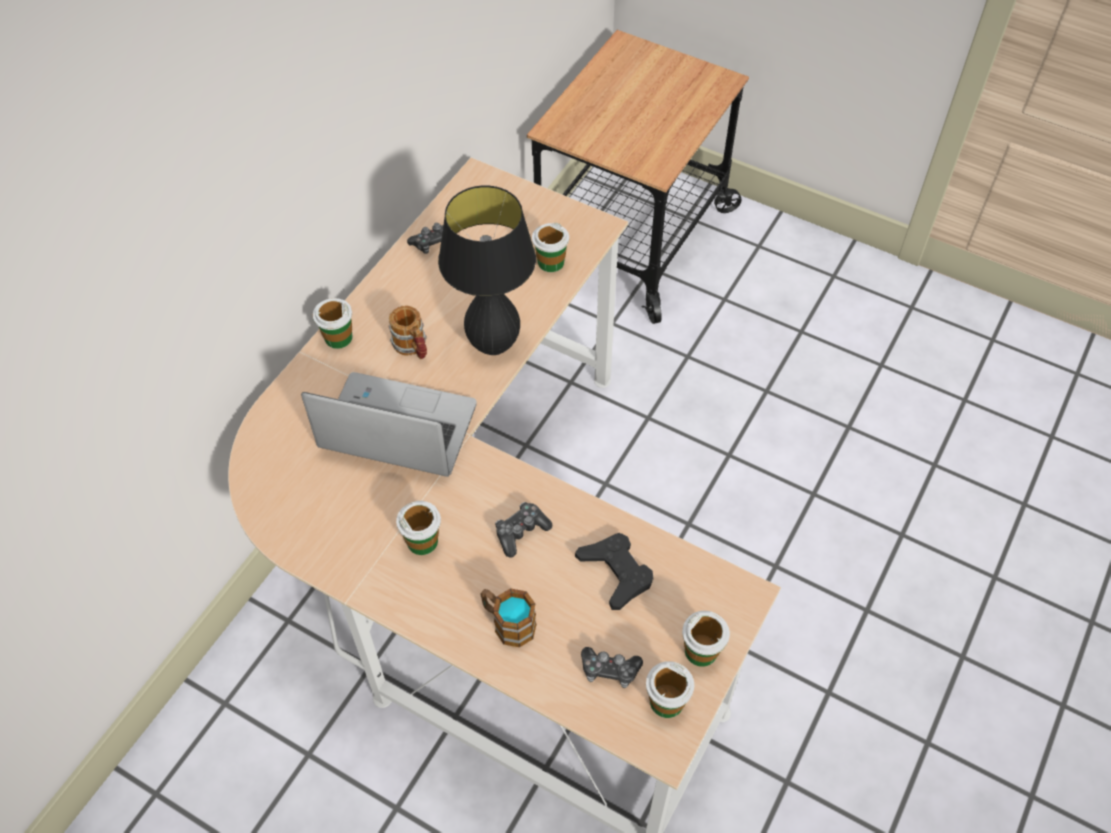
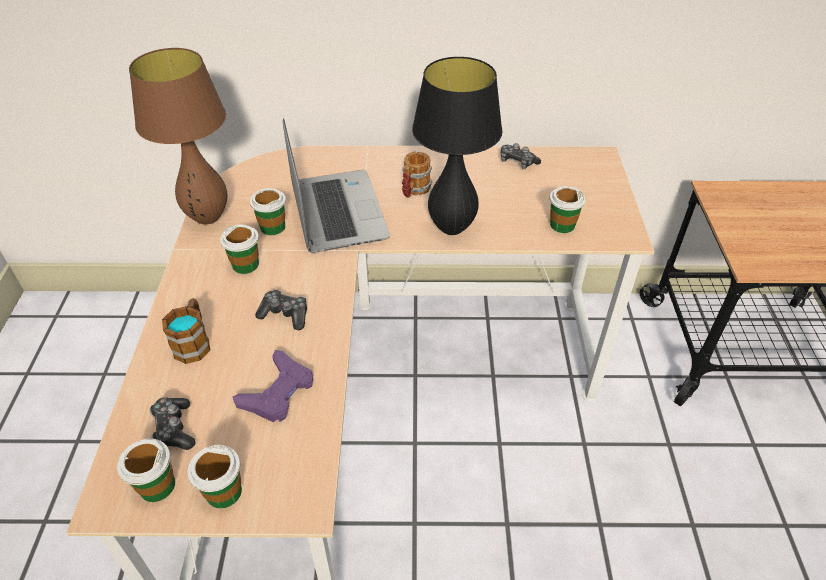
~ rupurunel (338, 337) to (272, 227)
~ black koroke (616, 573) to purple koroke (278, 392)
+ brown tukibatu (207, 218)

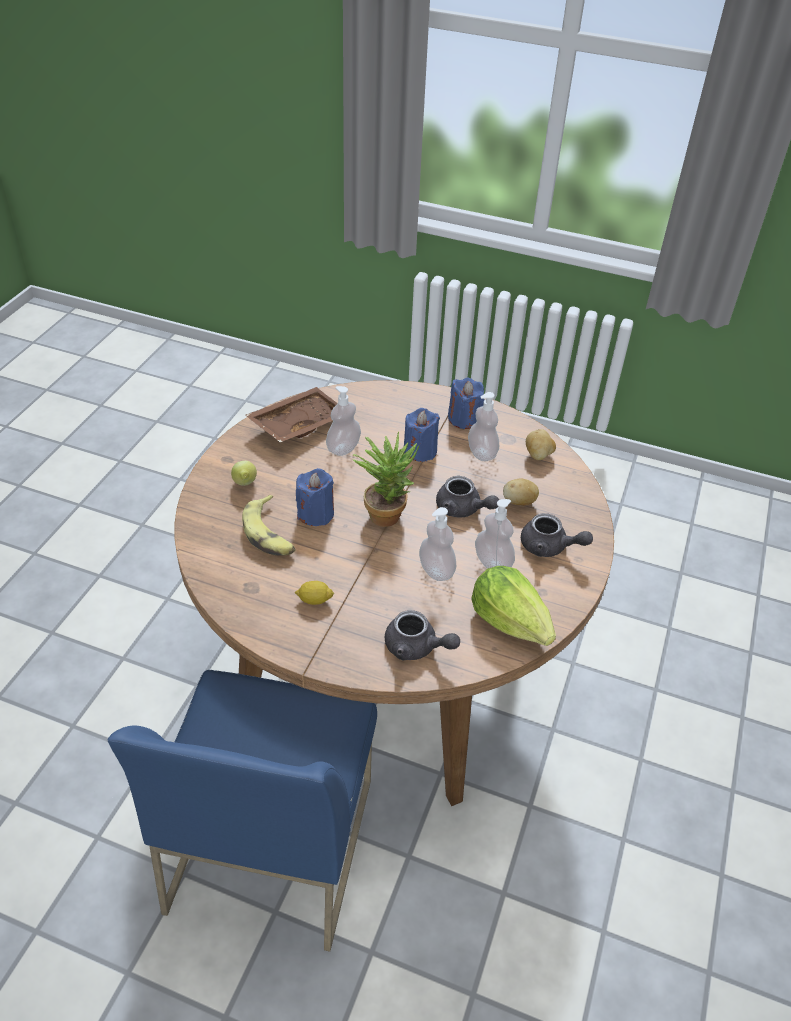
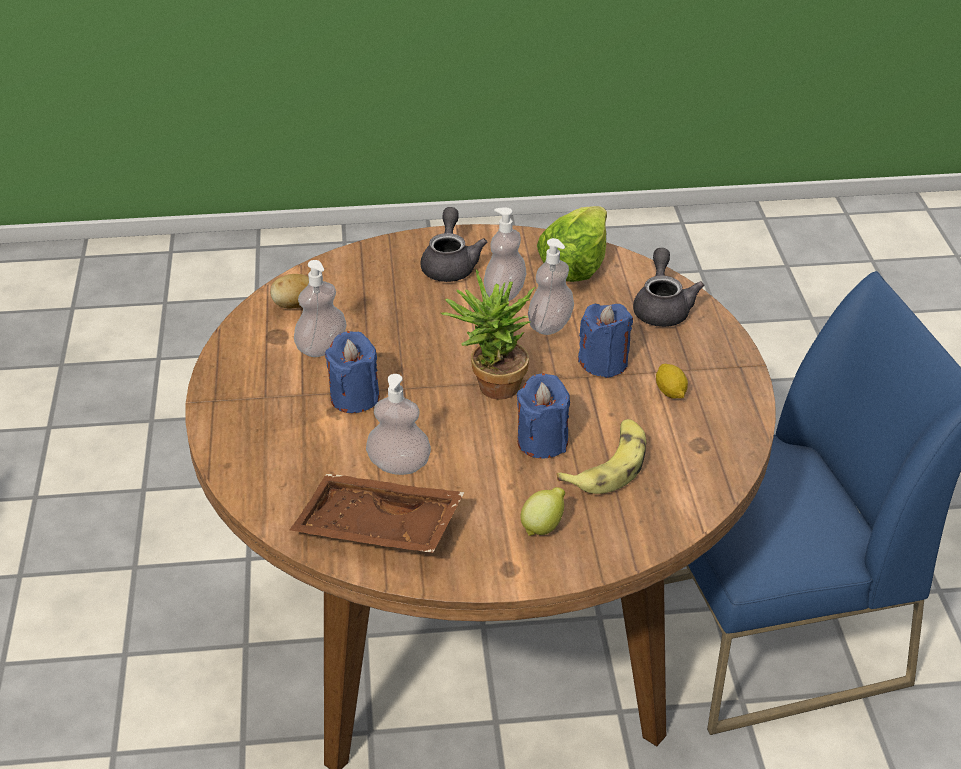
- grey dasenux (462, 509)
~ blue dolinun (464, 419) to (604, 363)
- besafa (519, 502)

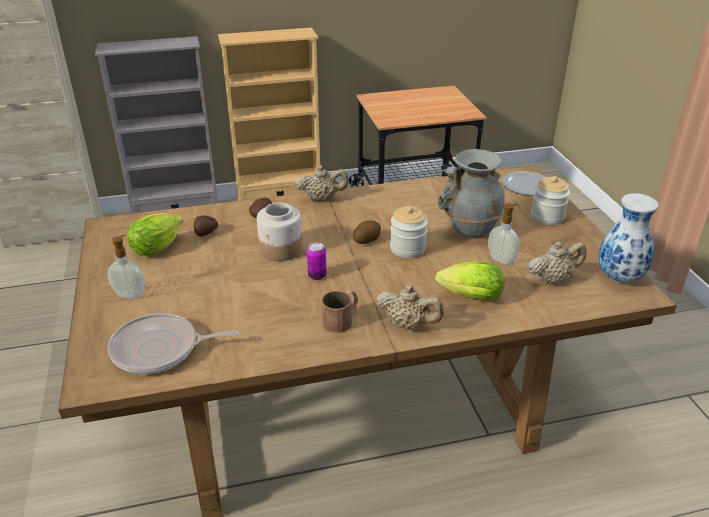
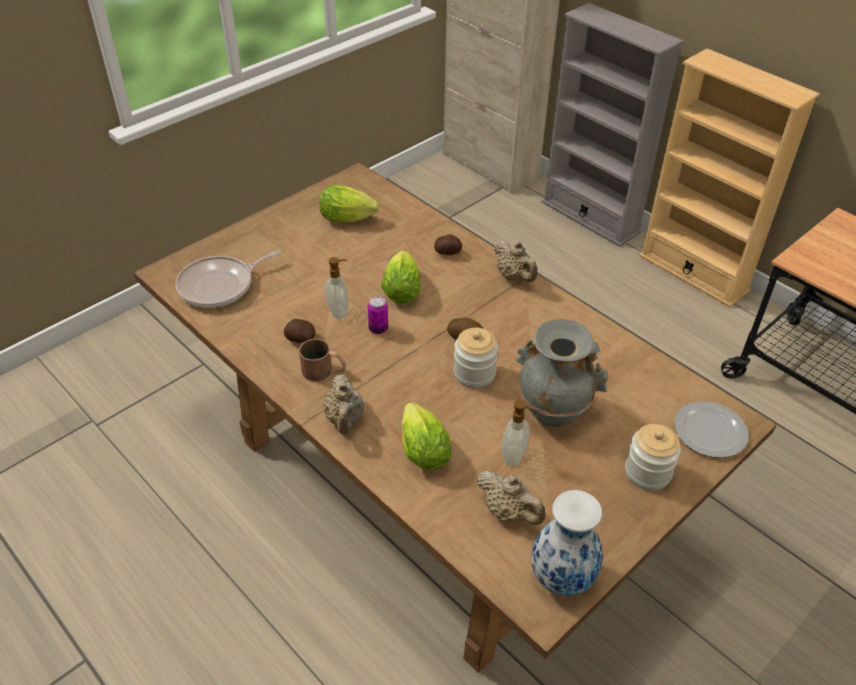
~ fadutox (130, 294) to (339, 311)
~ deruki (160, 349) = (220, 286) 90 degrees counterclockwise
~ besafa (205, 233) to (300, 339)
~ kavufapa (281, 249) to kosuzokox (402, 289)

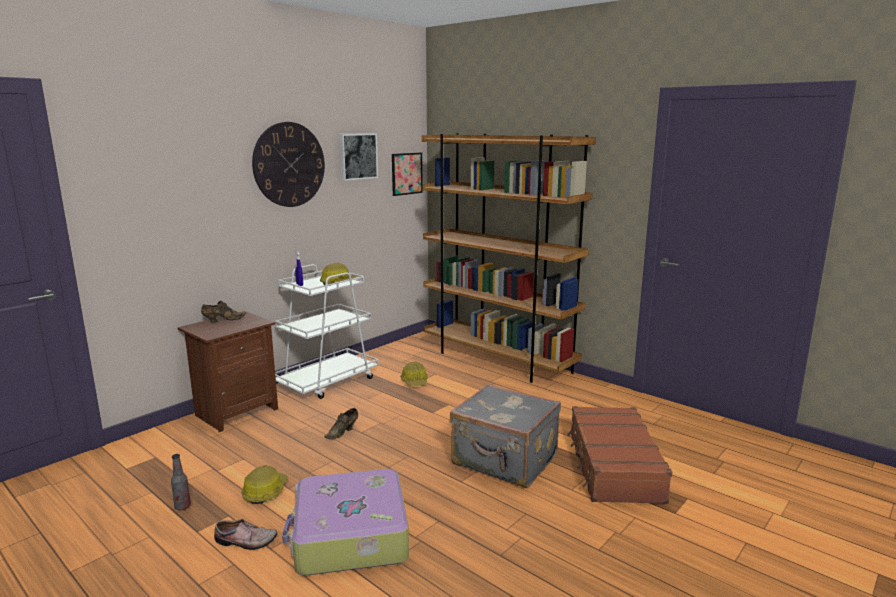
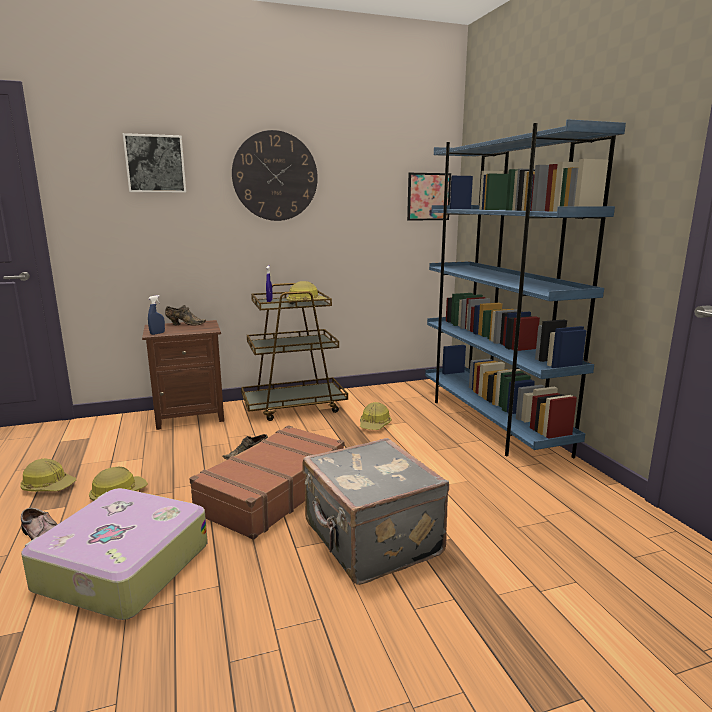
~ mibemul (182, 507) to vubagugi (48, 486)
~ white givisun (328, 381) to brown givisun (294, 406)
~ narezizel (357, 156) to (155, 164)
~ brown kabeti (498, 360) to blue kabeti (491, 422)
~ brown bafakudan (613, 466) to (272, 492)
+ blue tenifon (157, 333)

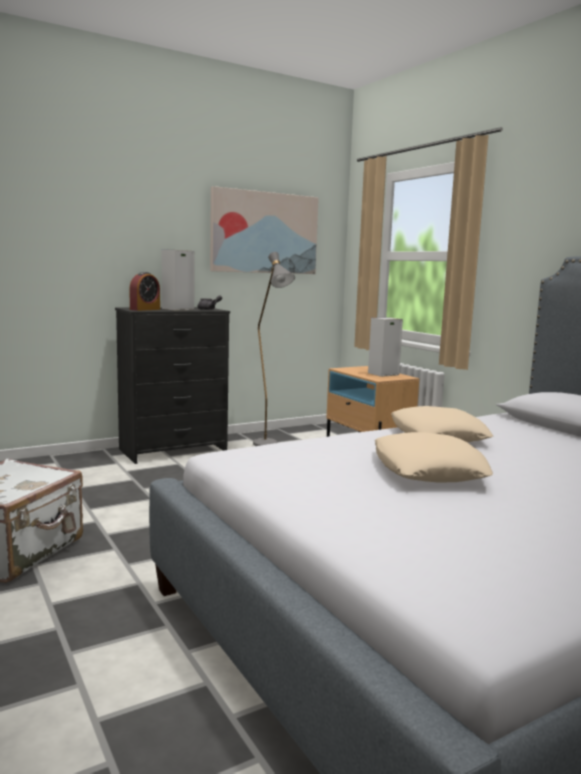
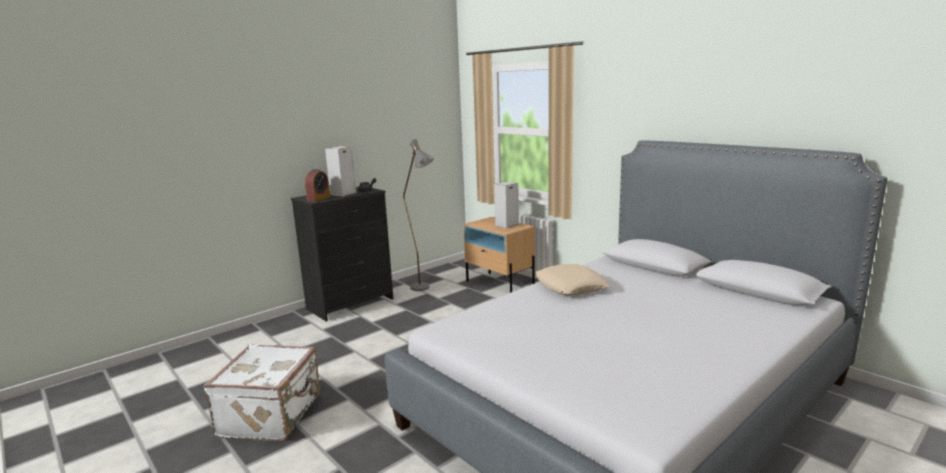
- narezizel (264, 233)
- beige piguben (427, 469)

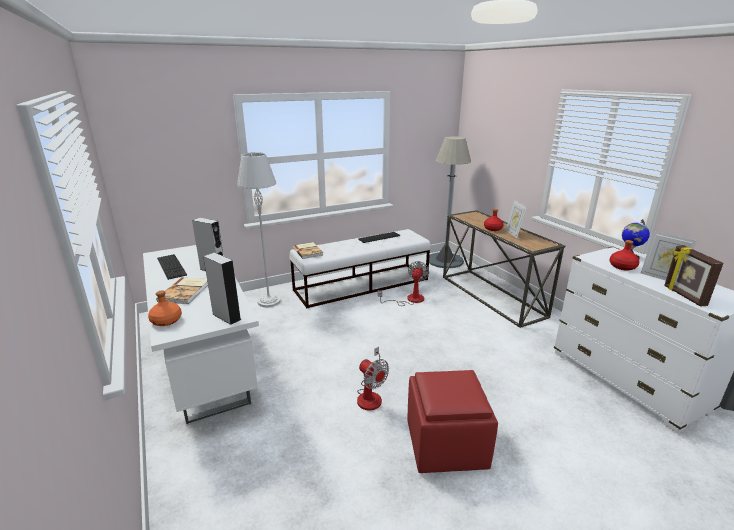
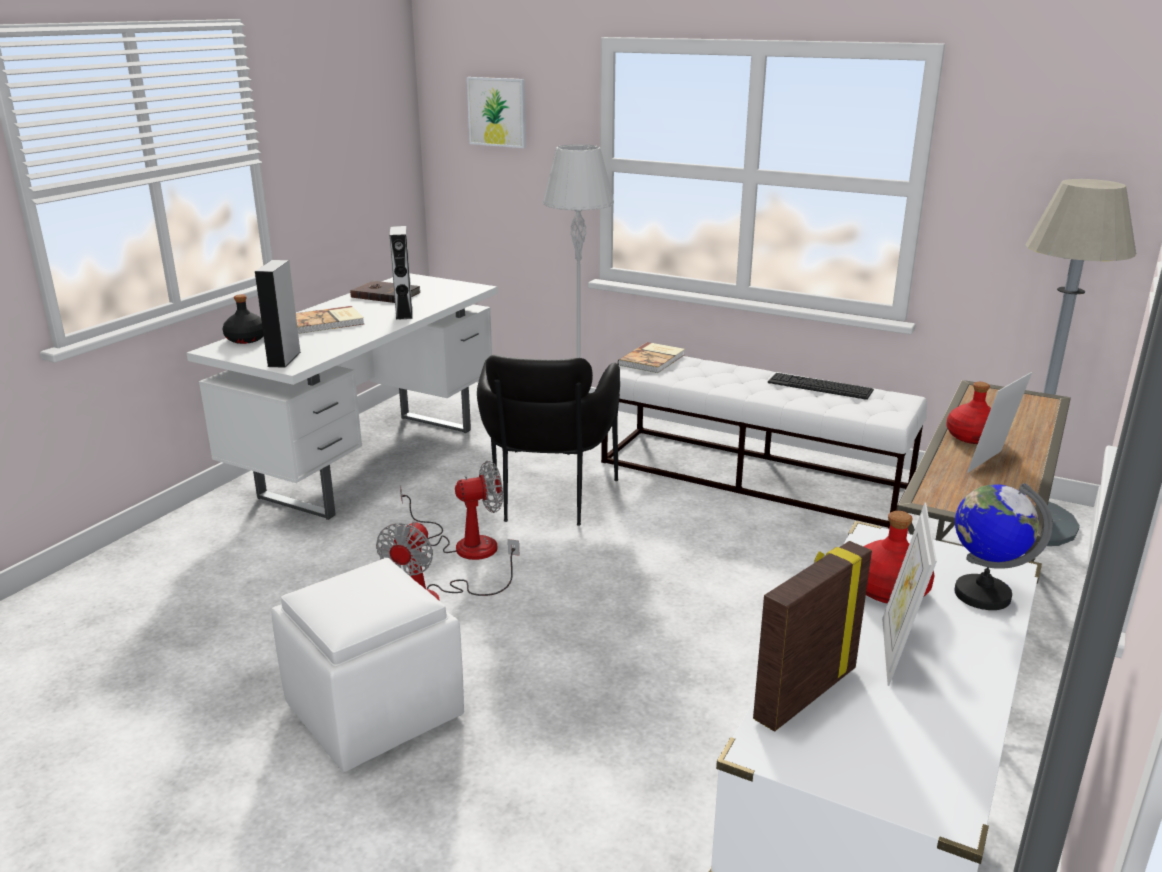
~ orange mibemul (166, 321) to black mibemul (245, 339)
~ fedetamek (171, 266) to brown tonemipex (385, 295)
~ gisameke (409, 300) to (464, 544)
~ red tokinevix (445, 444) to white tokinevix (374, 709)
+ narezizel (497, 112)
+ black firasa (548, 502)

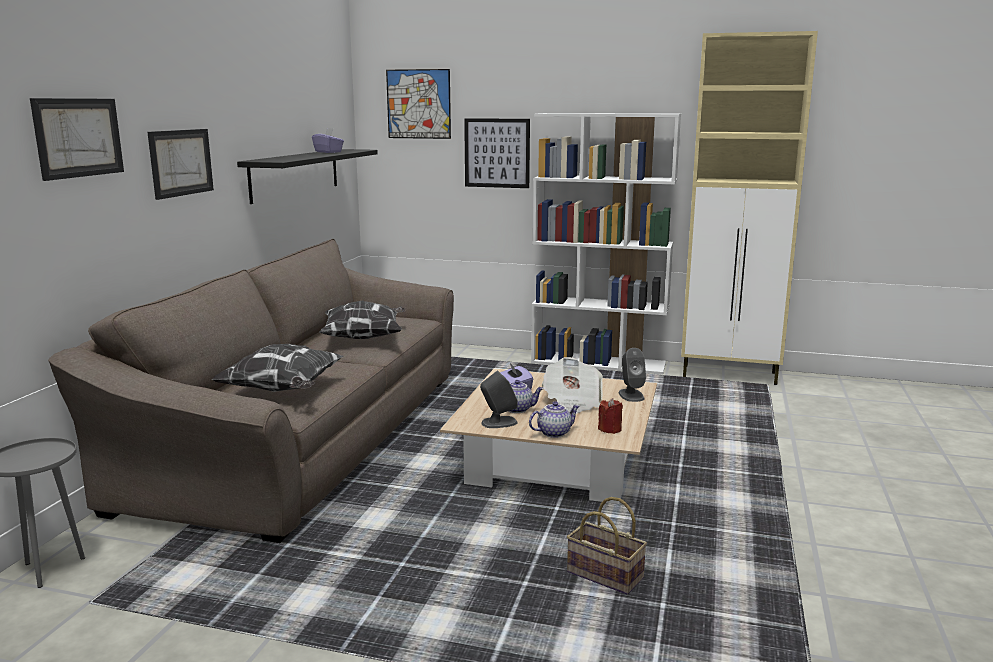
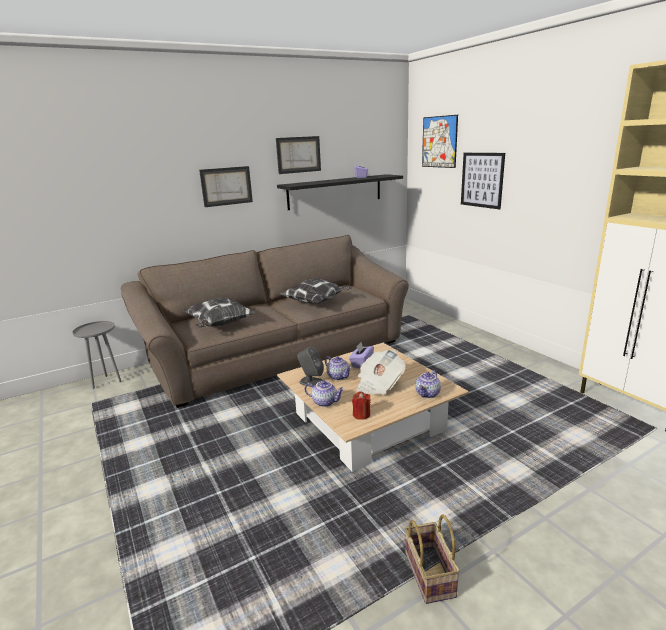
~ narezizel (78, 137) to (298, 154)
- white kabeti (599, 362)
~ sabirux (602, 575) to (427, 573)
~ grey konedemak (631, 395) to dasenux (428, 394)

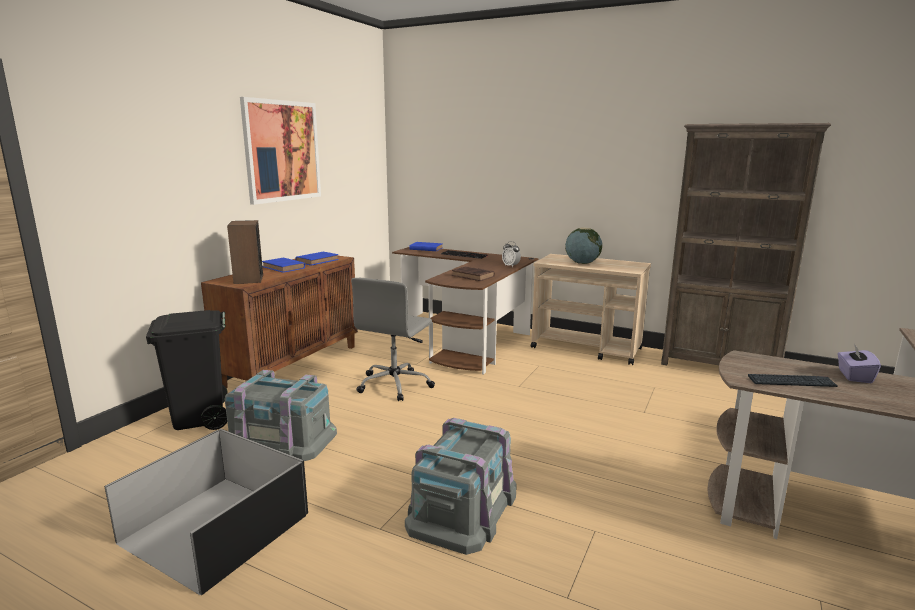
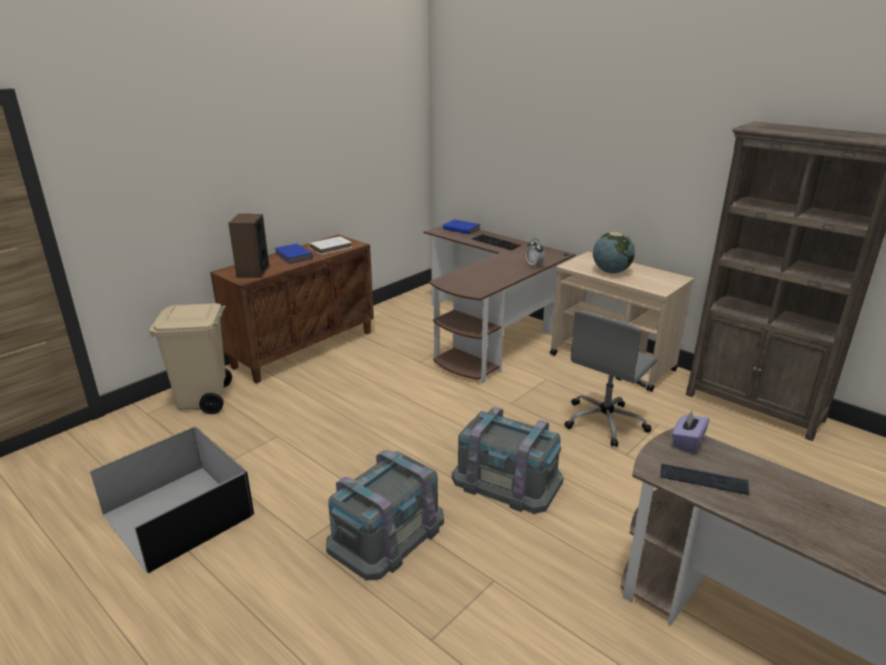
~ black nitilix (201, 418) to beige nitilix (204, 400)
~ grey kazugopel (282, 439) to (507, 479)
- narezizel (282, 151)
~ blue tonemipex (318, 261) to white tonemipex (331, 248)
~ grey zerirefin (395, 384) to (605, 422)
- brown tonemipex (474, 276)
~ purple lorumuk (854, 376) to (687, 442)

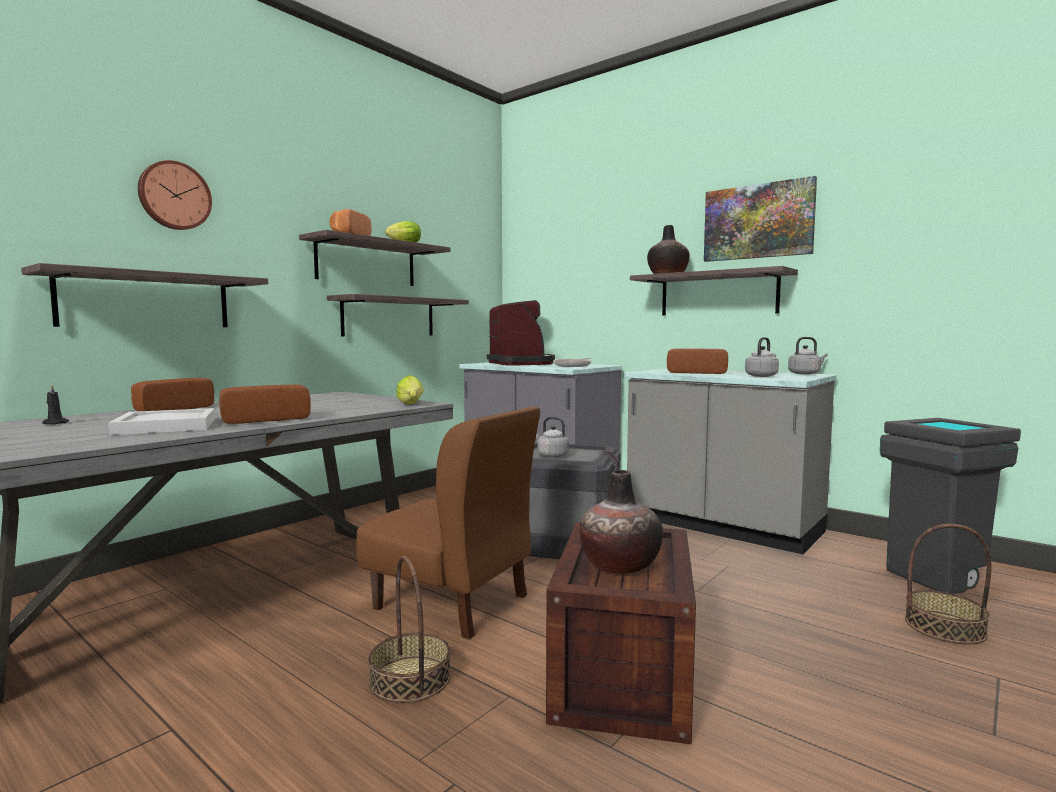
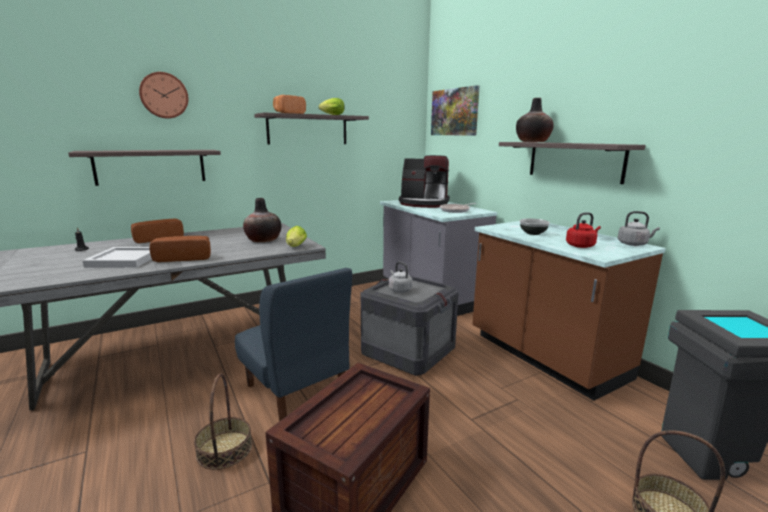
- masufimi (389, 317)
~ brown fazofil (452, 602) to blue fazofil (296, 390)
~ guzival (522, 363) = (424, 203) 105 degrees clockwise
~ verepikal (619, 565) to (263, 240)
~ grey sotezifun (722, 526) to brown sotezifun (545, 357)
~ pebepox (697, 373) to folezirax (533, 233)
~ narezizel (758, 222) to (454, 112)
~ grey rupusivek (762, 376) to red rupusivek (581, 246)

